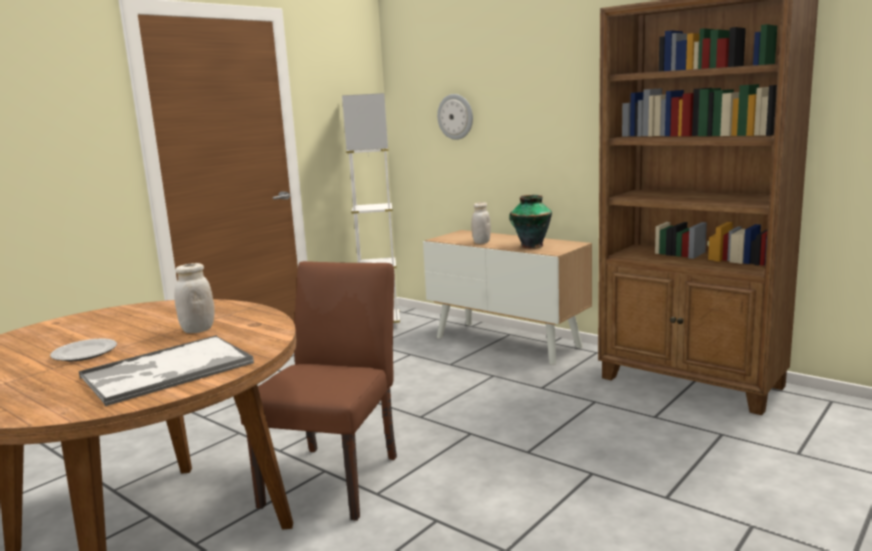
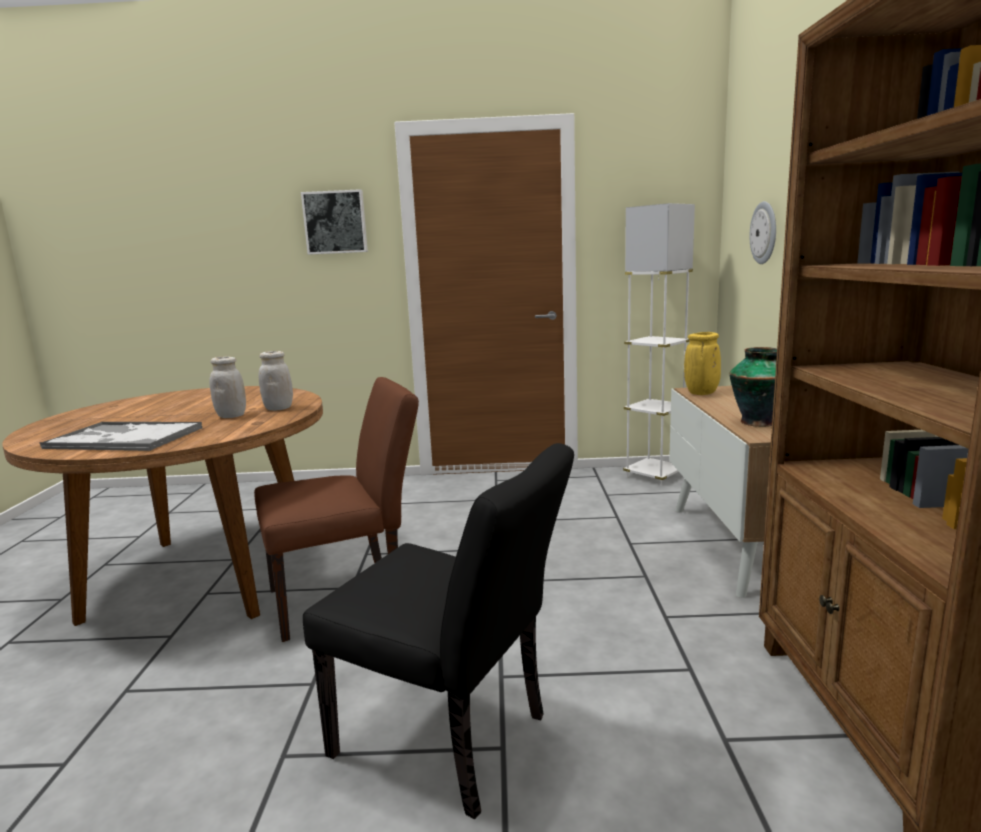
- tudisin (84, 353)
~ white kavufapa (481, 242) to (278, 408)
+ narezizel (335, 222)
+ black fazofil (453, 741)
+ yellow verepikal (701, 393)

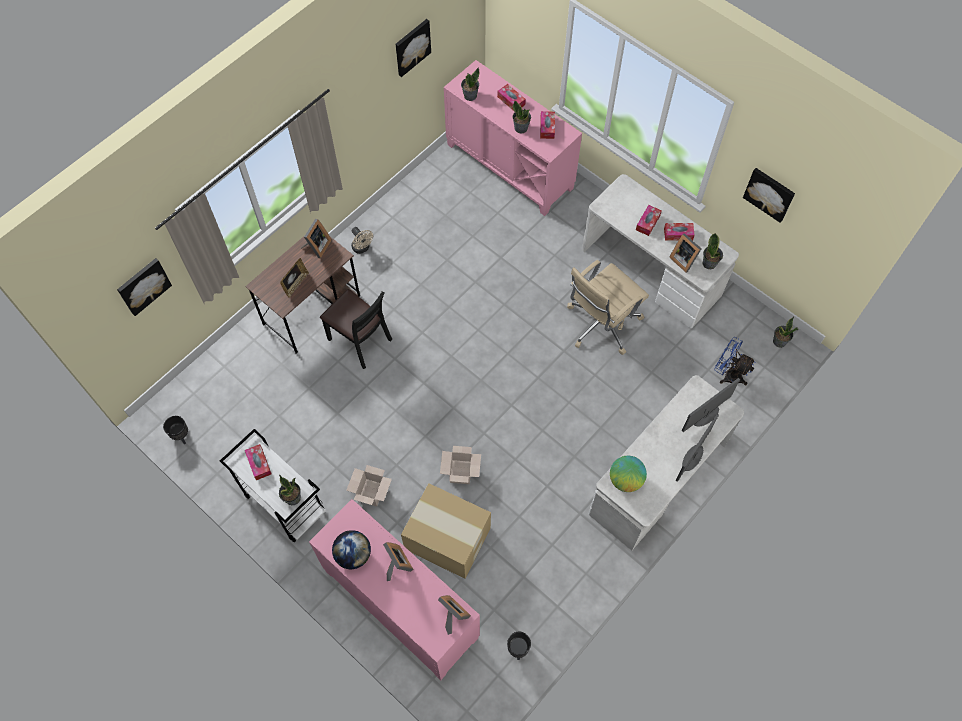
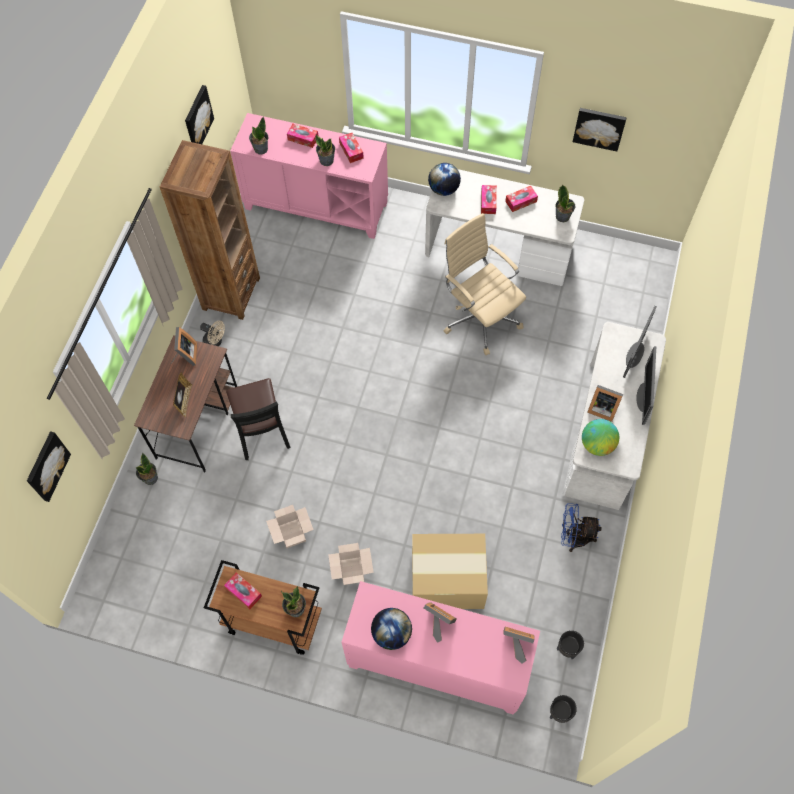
~ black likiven (181, 436) to (559, 713)
~ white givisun (284, 503) to brown givisun (272, 622)
~ black fazofil (360, 340) = (261, 431) 60 degrees clockwise
~ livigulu (461, 473) to (293, 534)
~ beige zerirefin (601, 324) = (480, 317) 120 degrees clockwise
~ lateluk (683, 259) to (601, 408)
~ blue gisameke (728, 374) to (573, 538)
~ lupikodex (779, 341) to (150, 478)
+ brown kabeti (231, 293)
+ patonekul (444, 189)

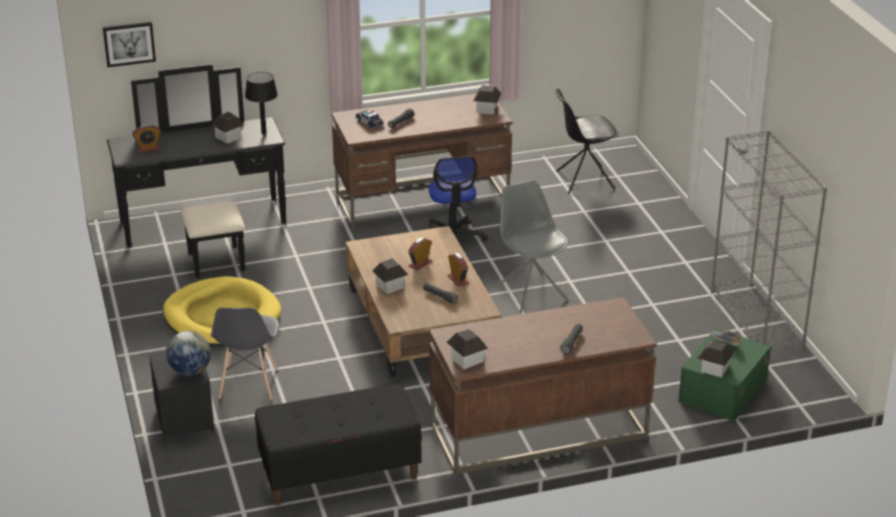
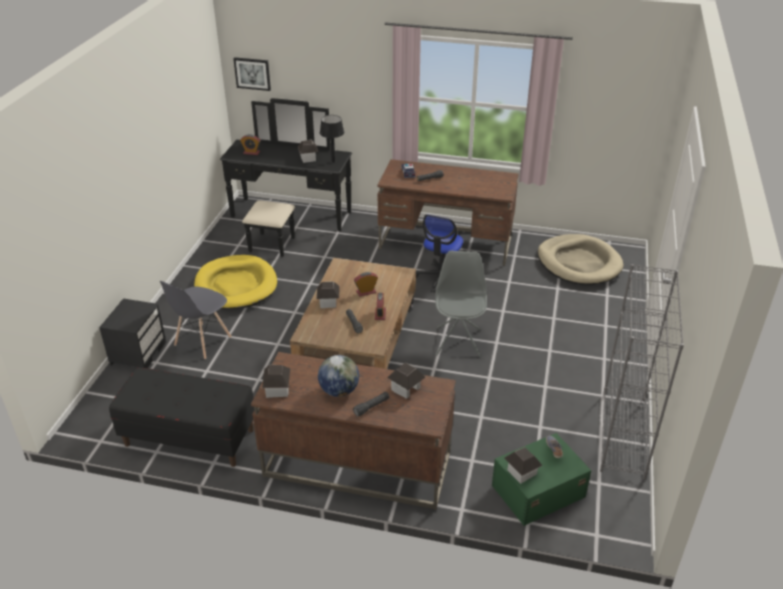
~ patonekul (190, 371) to (339, 391)
~ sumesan (487, 109) to (406, 388)
~ black fazofil (583, 180) to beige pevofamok (578, 263)

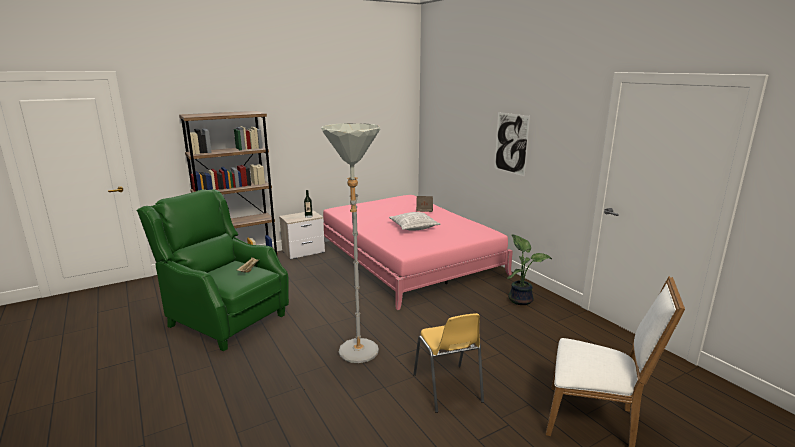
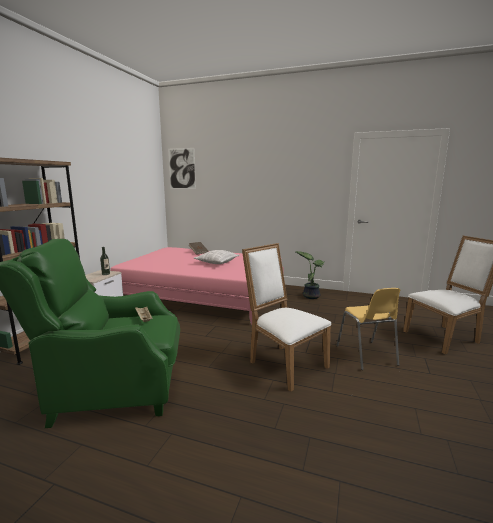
~ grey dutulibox (358, 357) to white fazofil (284, 364)
~ yellow fazofil (447, 388) = (366, 355) 45 degrees clockwise
~ narezizel (511, 143) to (182, 168)

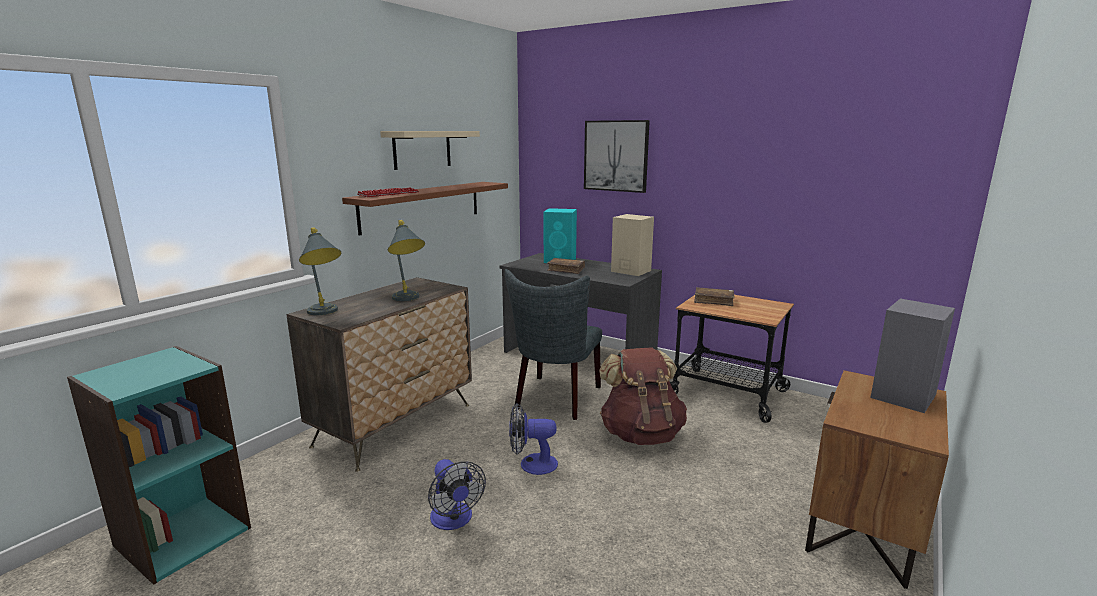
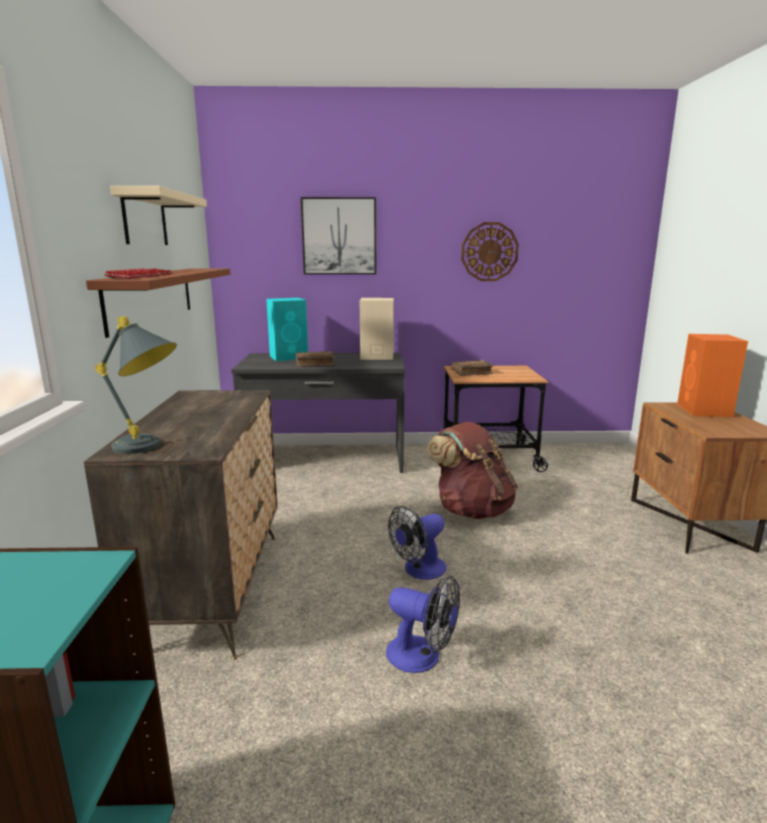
- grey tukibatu (408, 300)
- grey fazofil (555, 400)
~ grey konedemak (902, 397) to orange konedemak (704, 410)
+ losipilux (489, 252)

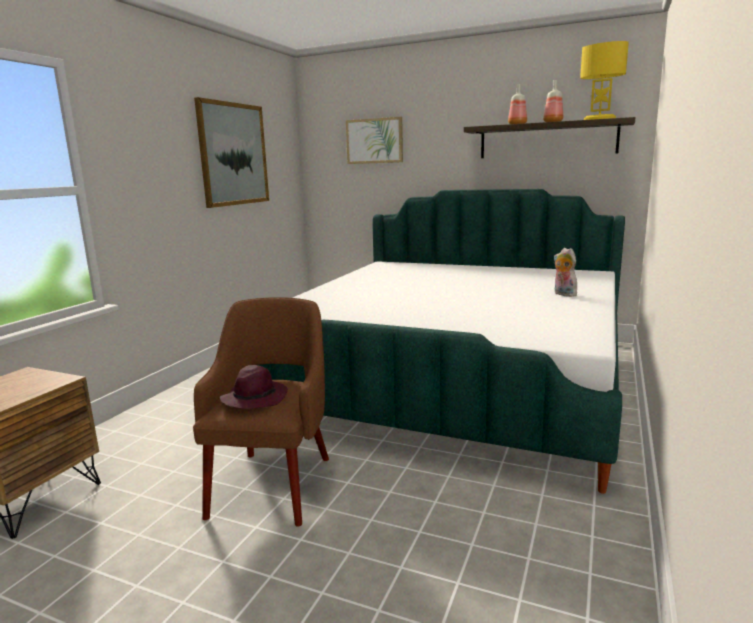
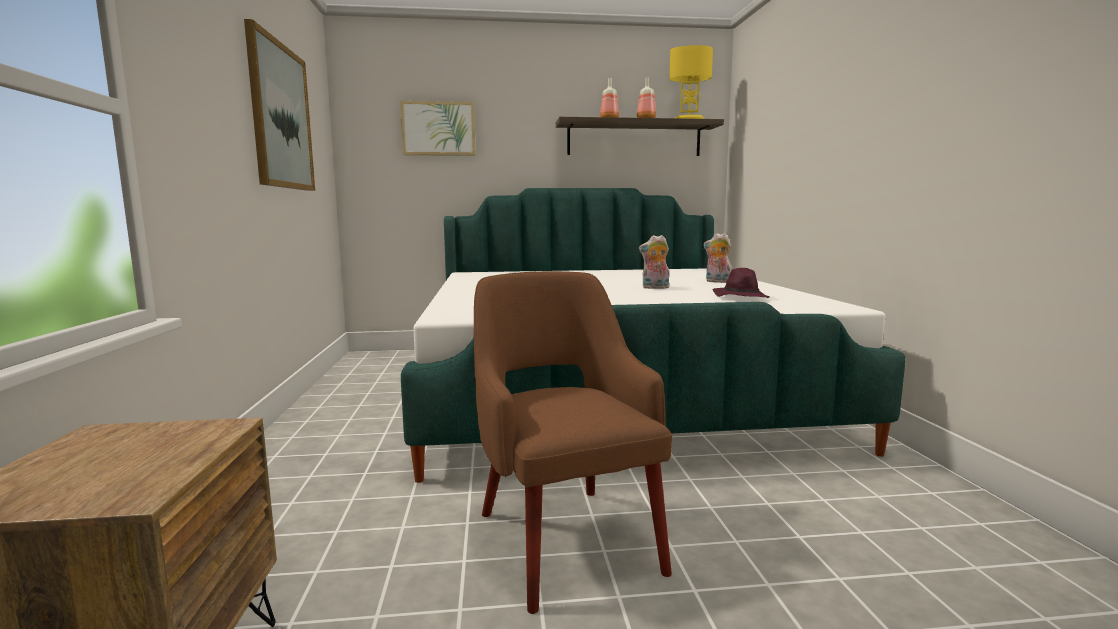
~ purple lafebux (255, 398) to (740, 297)
+ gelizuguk (655, 288)

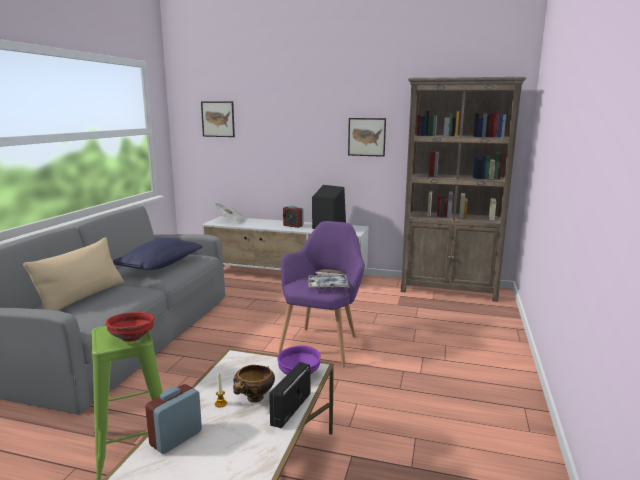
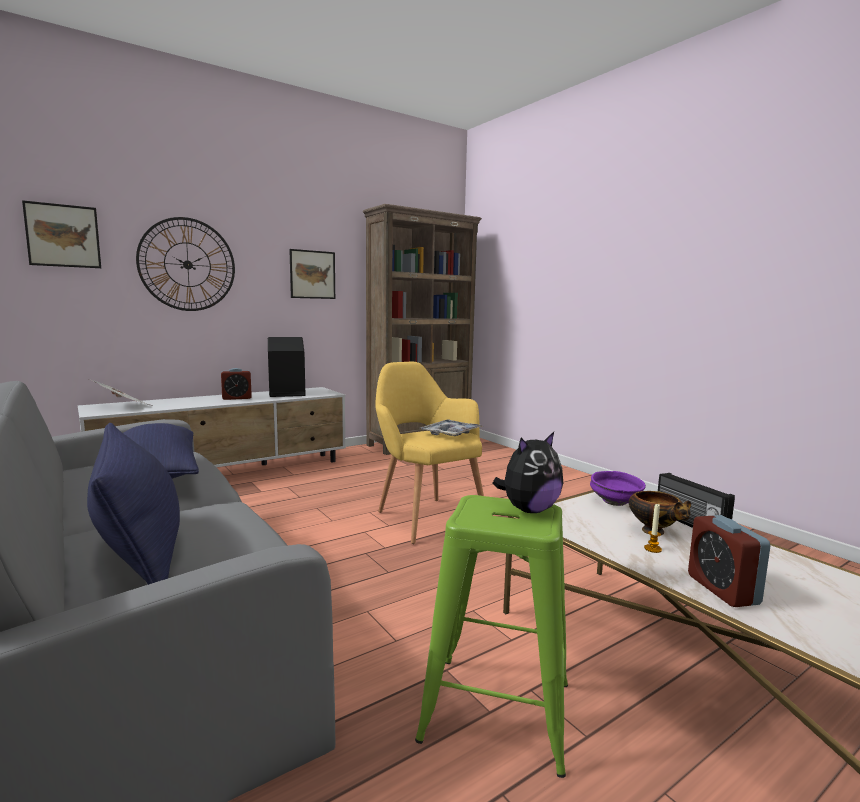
~ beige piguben (82, 297) to blue piguben (139, 549)
~ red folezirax (132, 337) to gelizuguk (529, 510)
~ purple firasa (323, 344) to yellow firasa (425, 516)
+ losipilux (187, 264)

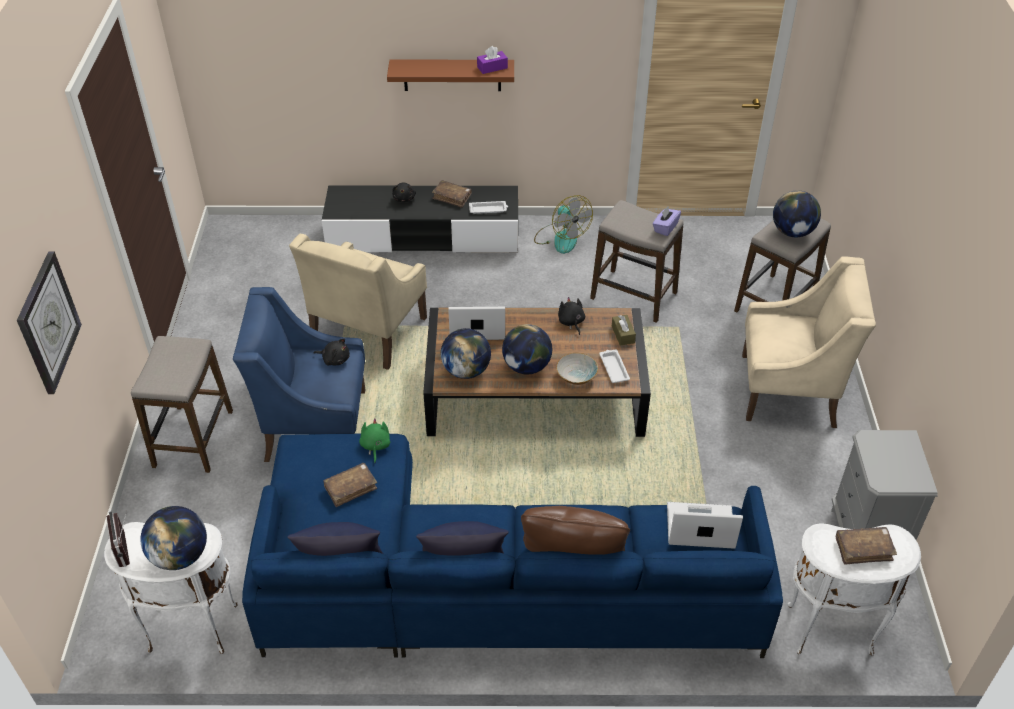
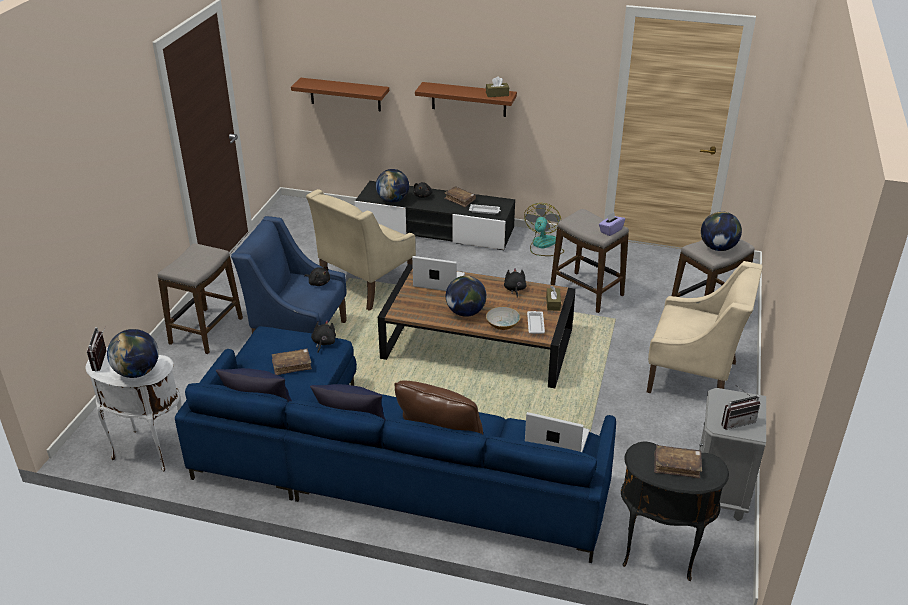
- losipilux (48, 322)
~ green gelizuguk (375, 446) to black gelizuguk (323, 343)
~ patonekul (466, 371) to (393, 200)
~ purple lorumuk (492, 67) to brown lorumuk (497, 94)
~ gisameke (561, 238) = (543, 245) 150 degrees counterclockwise
~ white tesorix (831, 632) to black tesorix (659, 556)
+ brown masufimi (345, 94)
+ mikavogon (736, 421)

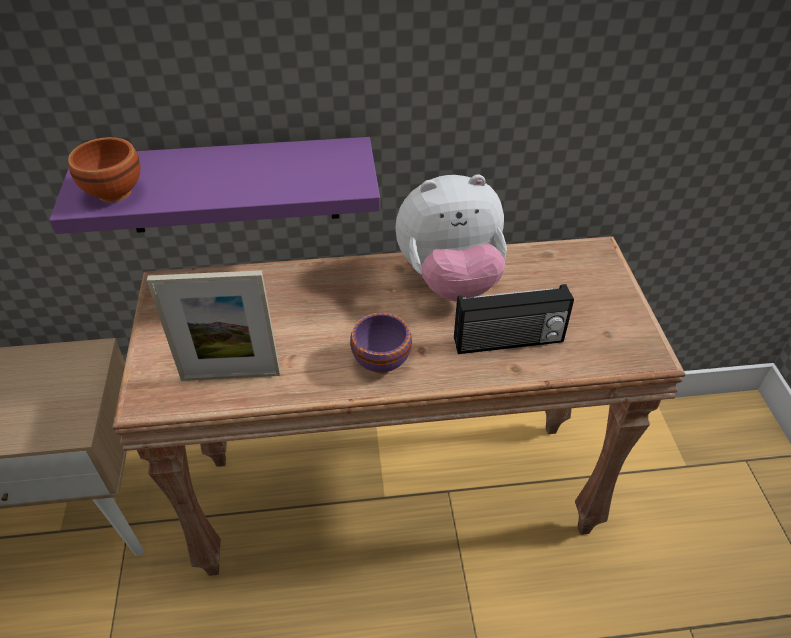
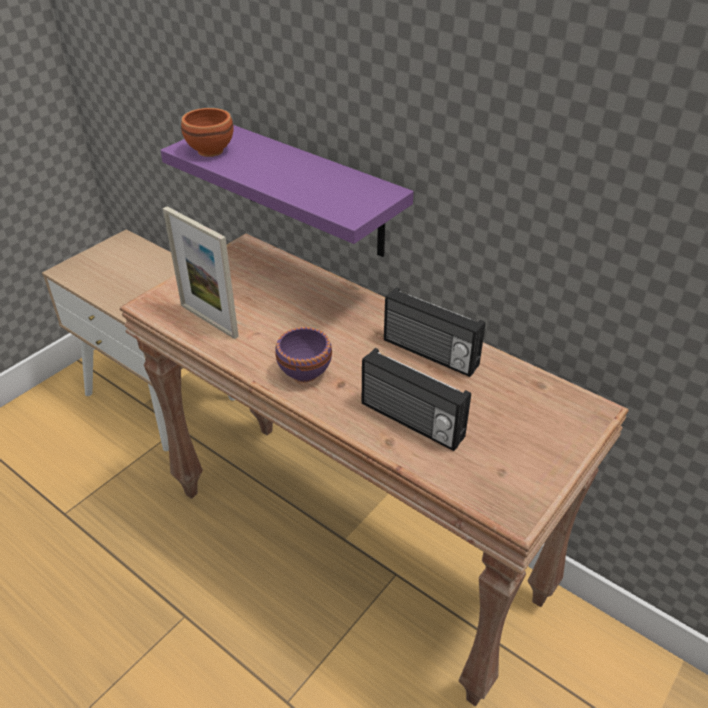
~ gelizuguk (450, 280) to mikavogon (429, 354)

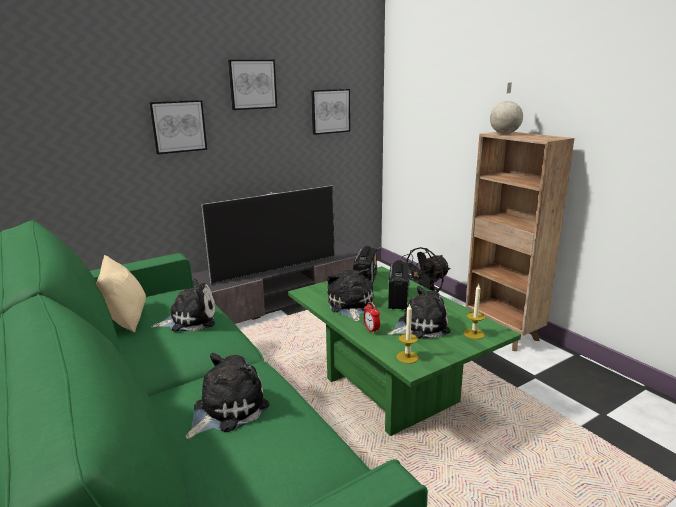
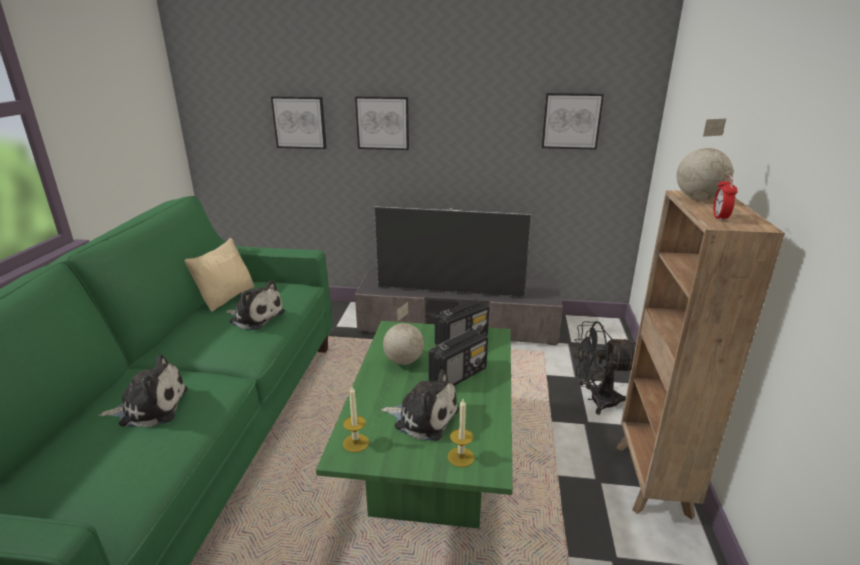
~ narezizel (252, 84) to (300, 122)
~ gelizuguk (350, 306) to patonekul (403, 361)
~ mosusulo (371, 330) to (720, 218)

